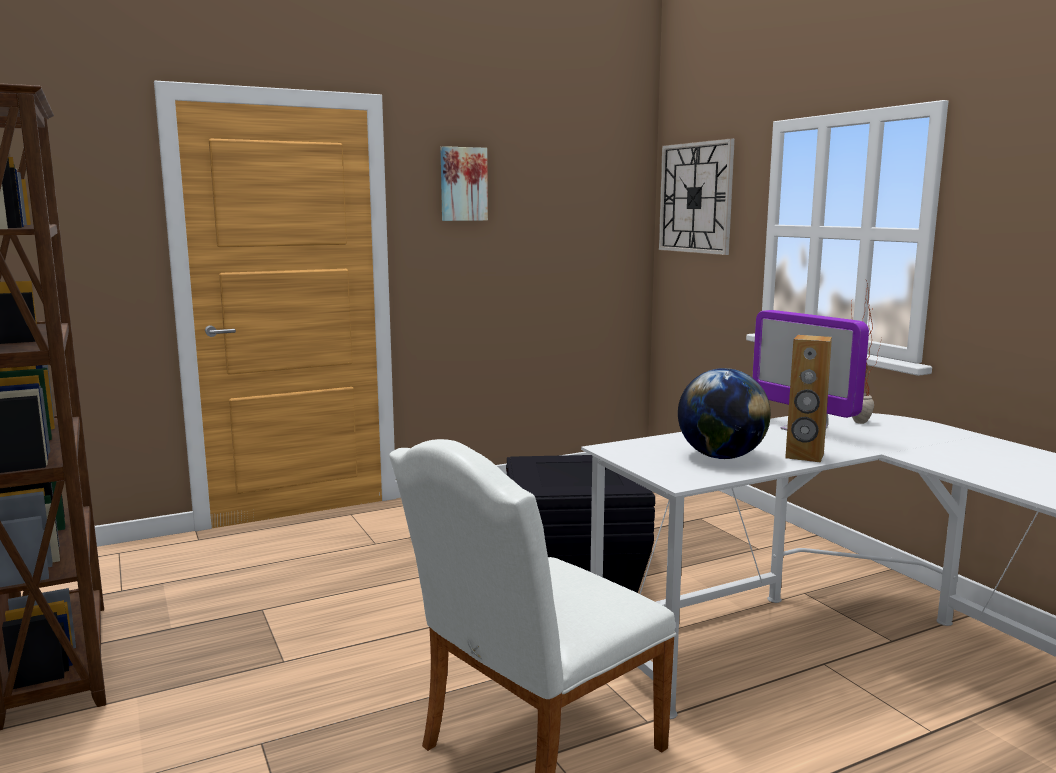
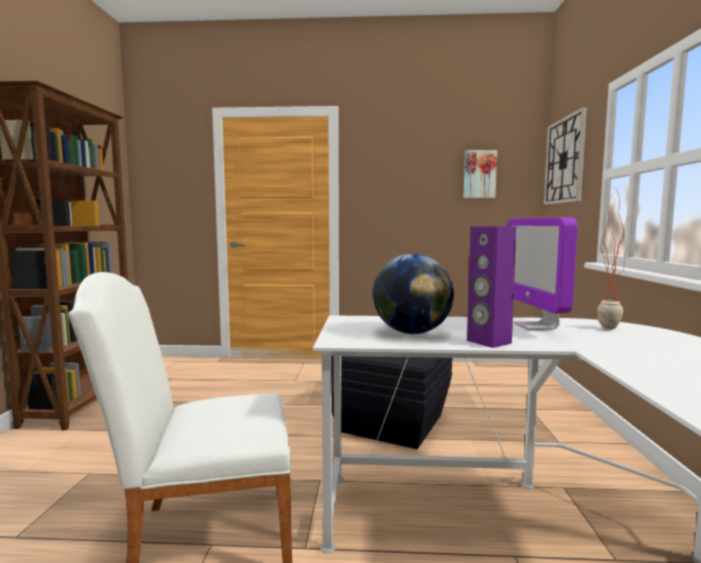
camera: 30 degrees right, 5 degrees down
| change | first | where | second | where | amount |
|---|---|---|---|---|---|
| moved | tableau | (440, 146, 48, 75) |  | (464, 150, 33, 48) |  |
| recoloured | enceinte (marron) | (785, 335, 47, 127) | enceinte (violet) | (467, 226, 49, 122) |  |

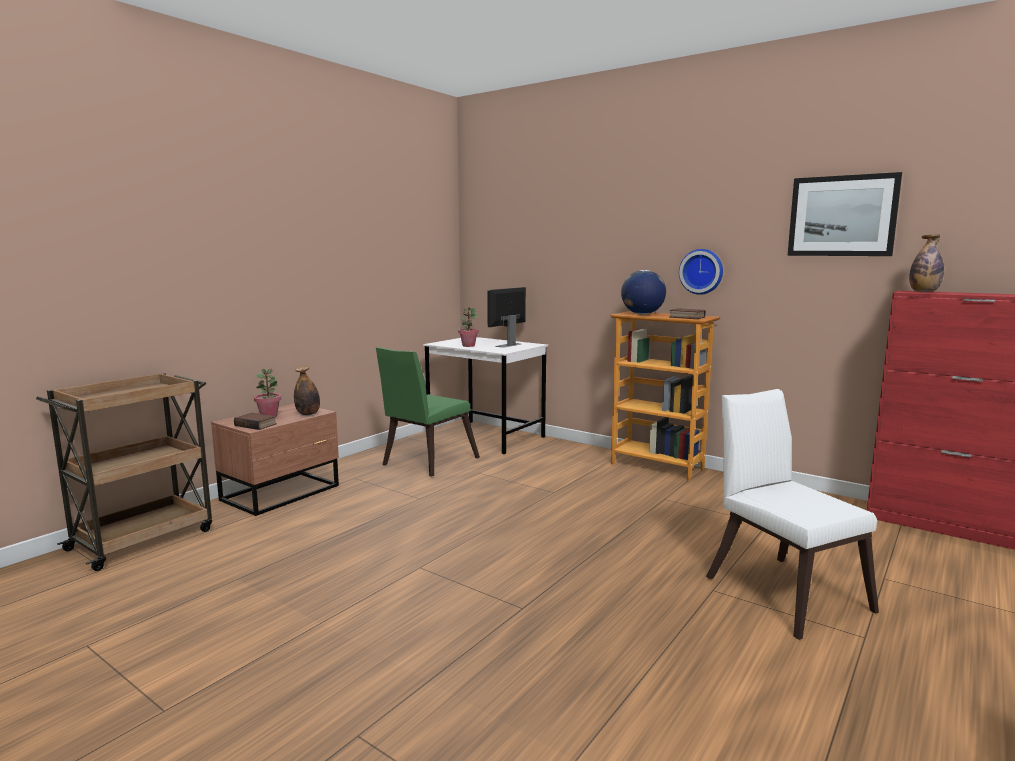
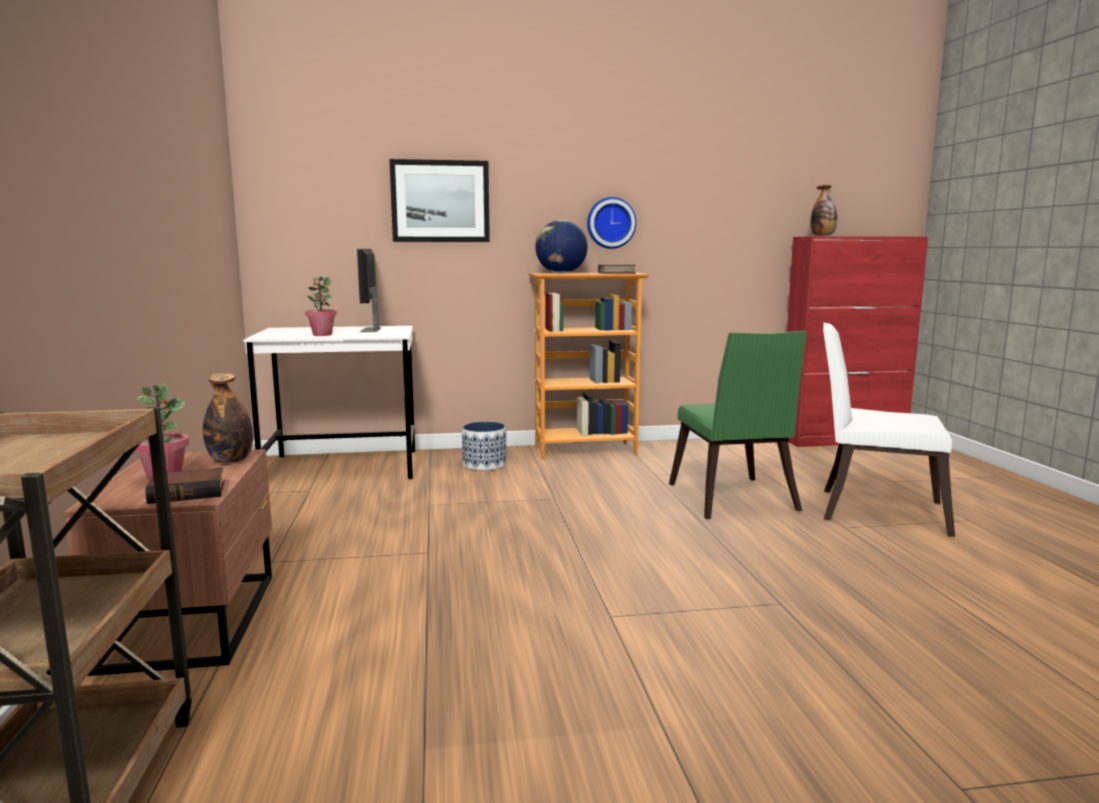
camera: 45 degrees left, 0 degrees up
| change | first | where | second | where | amount |
|---|---|---|---|---|---|
| added |  |  | cache-pot | (462, 422, 45, 49) |  |
| moved | chaise (vert) | (376, 347, 104, 130) |  | (669, 331, 138, 188) |  |
| moved | tableau | (787, 172, 115, 84) |  | (389, 159, 101, 83) |  |

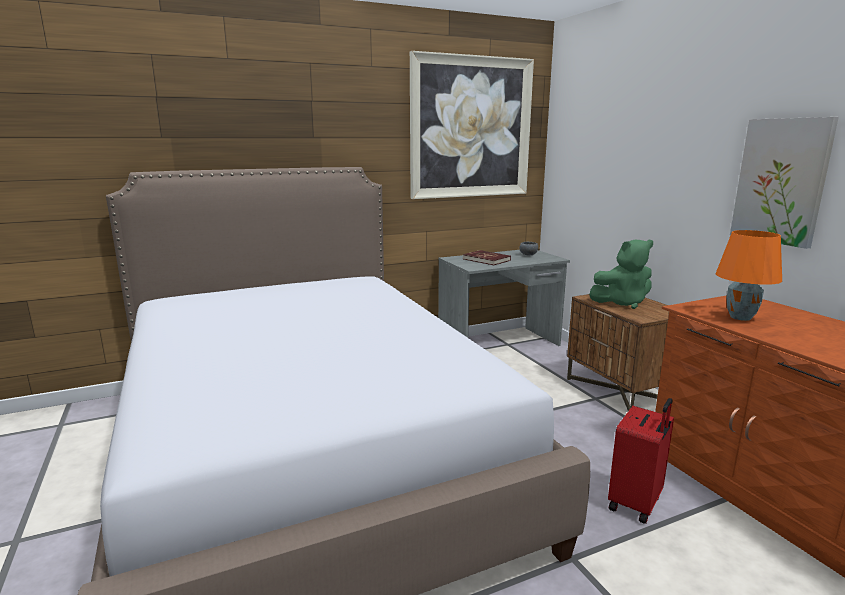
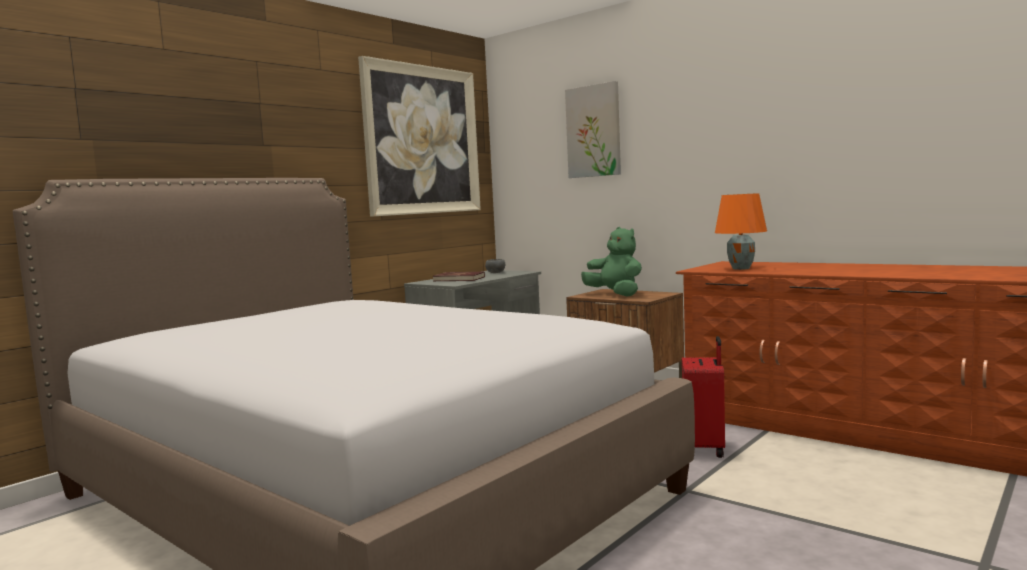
camera: 25 degrees left, 10 degrees down
| change | first | where | second | where | amount |
|---|---|---|---|---|---|
| moved | tableau | (730, 117, 109, 132) |  | (565, 81, 56, 97) |  |
| turned | peluche (vert) | (589, 240, 64, 69) |  | (581, 227, 61, 70) | 90 degrees counterclockwise |

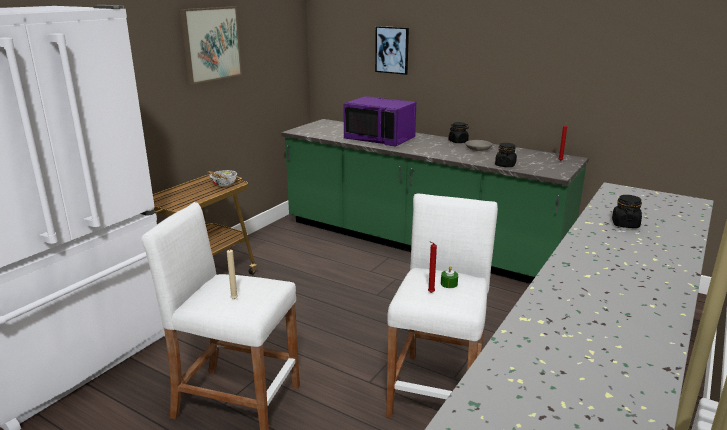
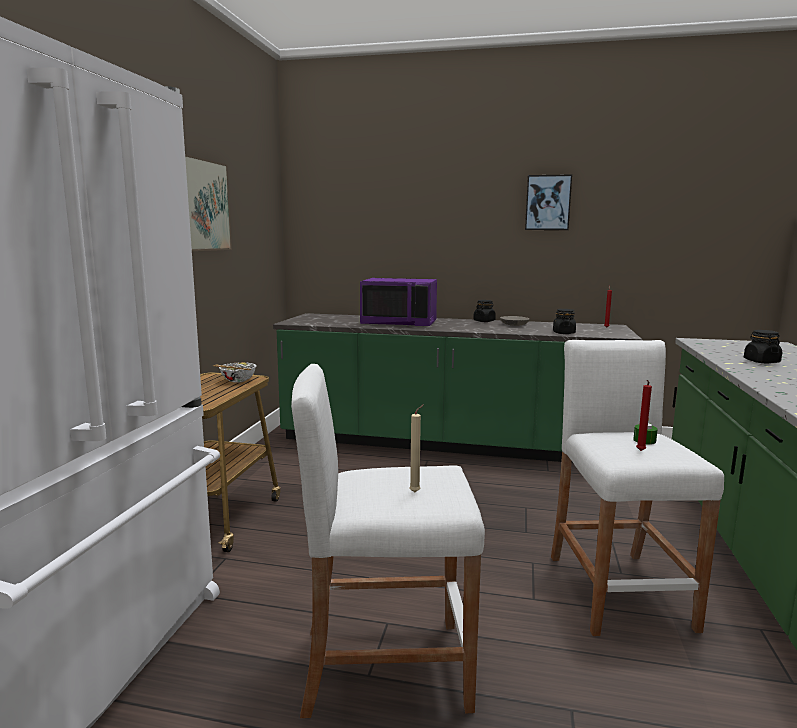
camera: 20 degrees left, 10 degrees down
| change | first | where | second | where | amount |
|---|---|---|---|---|---|
| moved | tableau | (375, 26, 34, 49) |  | (525, 174, 47, 56) |  |

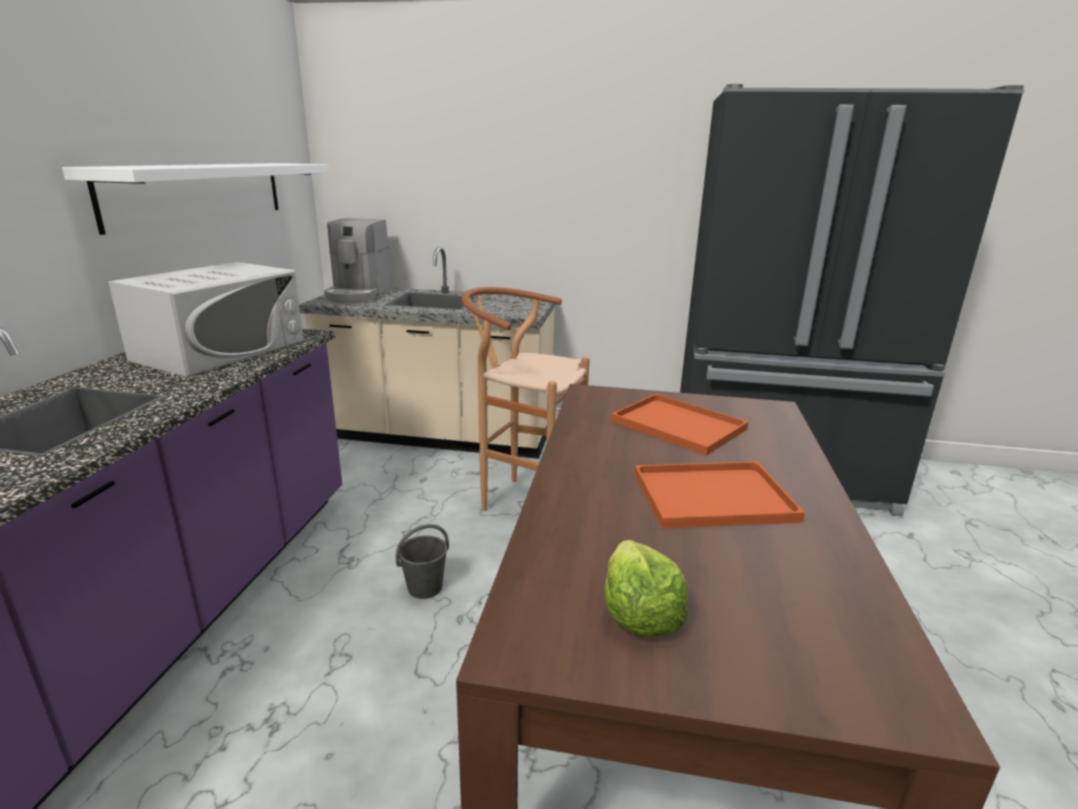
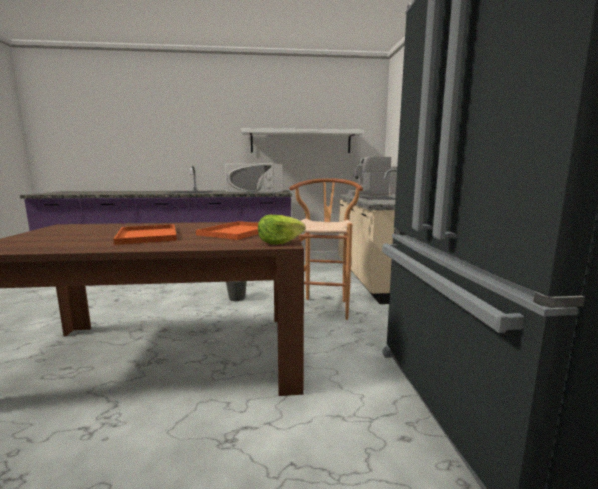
camera: 75 degrees right, 10 degrees down
| change | first | where | second | where | amount |
|---|---|---|---|---|---|
| moved | laitue | (604, 540, 84, 97) |  | (258, 215, 47, 29) |  |

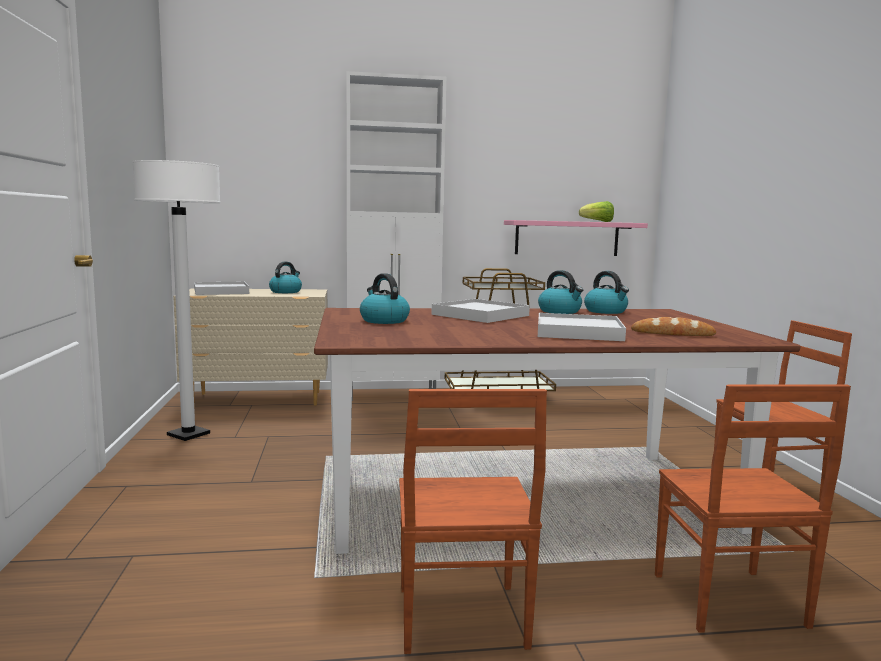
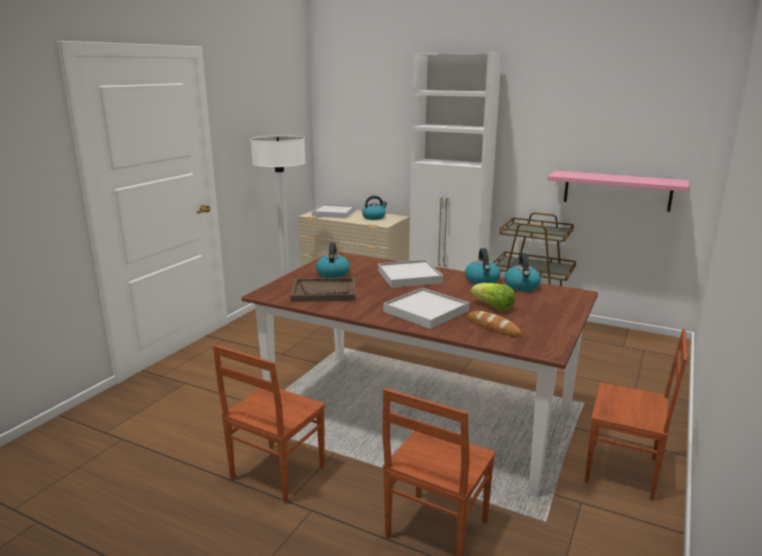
camera: 35 degrees right, 10 degrees up
| change | first | where | second | where | amount |
|---|---|---|---|---|---|
| added |  |  | plateau (marron) | (290, 278, 66, 24) |  |
| moved | laitue | (579, 201, 35, 21) |  | (470, 283, 45, 29) |  |

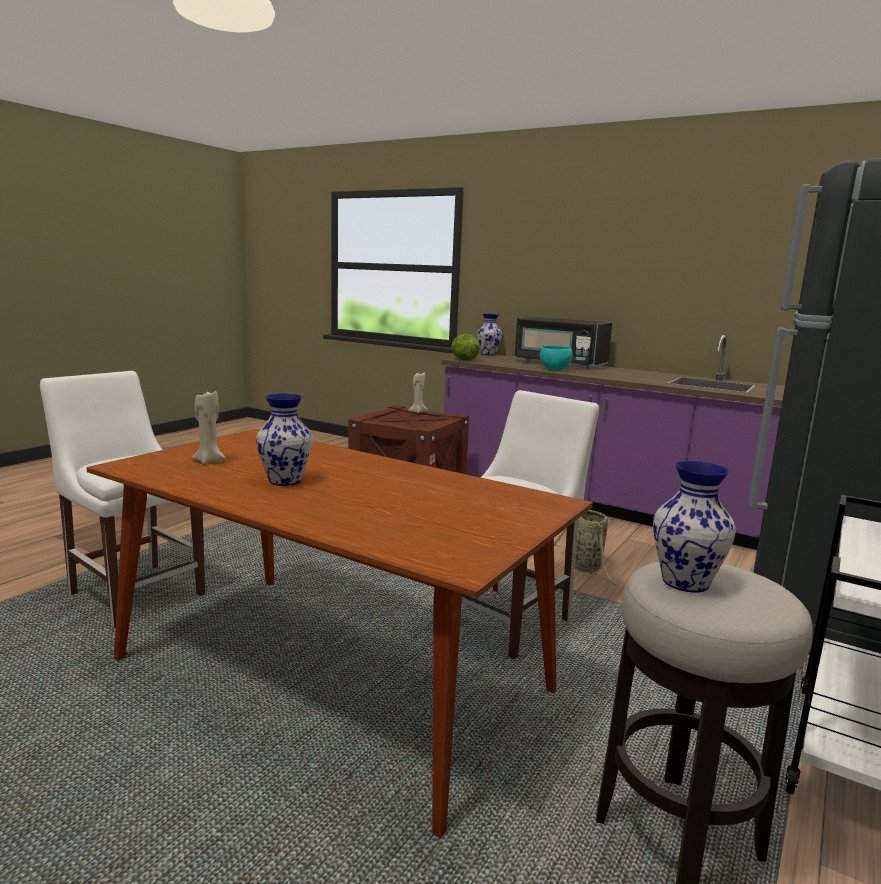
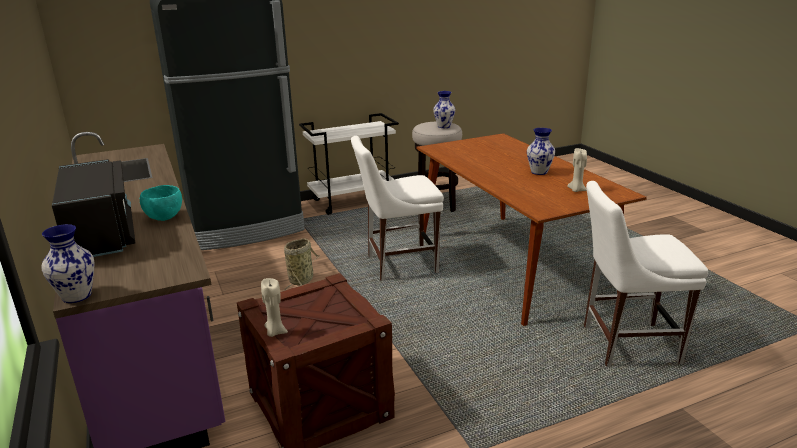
camera: 145 degrees left, 10 degrees up
| change | first | where | second | where | amount |
|---|---|---|---|---|---|
| removed | laitue | (451, 334, 29, 26) |  |  |  |
| turned | chaise (blanc) | (40, 371, 165, 257) |  | (584, 181, 124, 186) | 105 degrees clockwise |

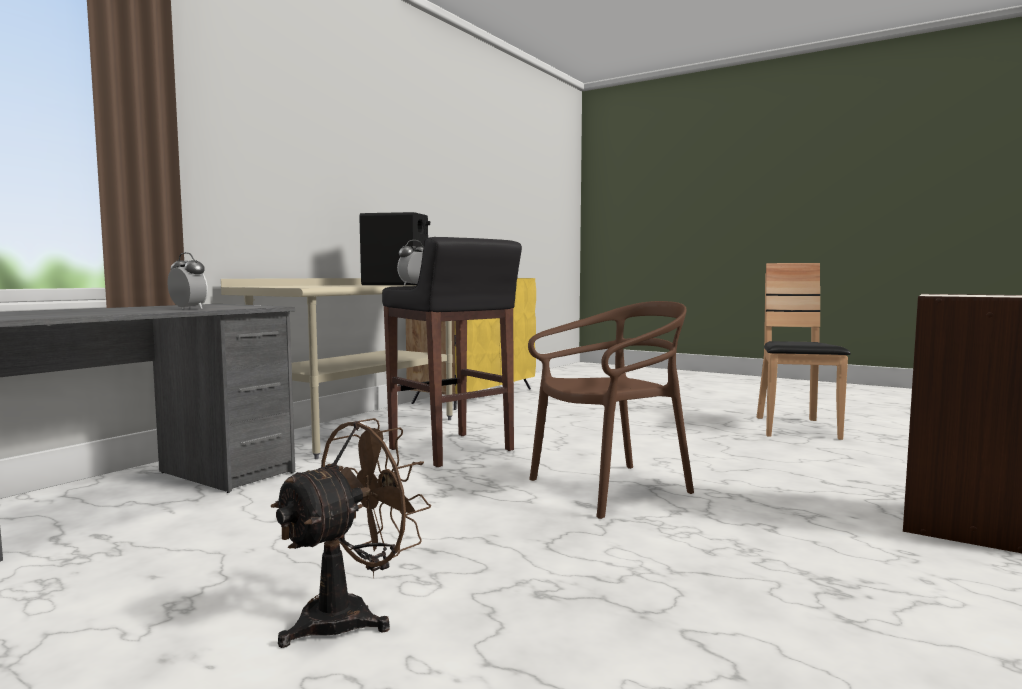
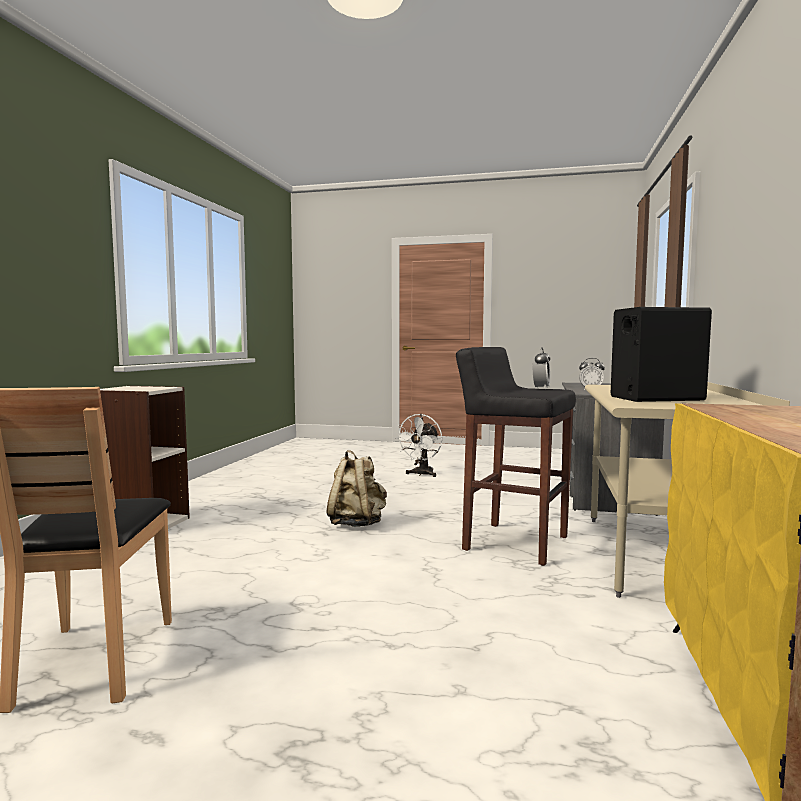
camera: 160 degrees right, 0 degrees up
| change | first | where | second | where | amount |
|---|---|---|---|---|---|
| replaced | chaise (marron) | (528, 301, 166, 218) | sac à dos (beige) | (326, 450, 61, 77) |  |
| recoloured | ventilateur (marron) | (270, 418, 161, 230) | ventilateur (blanc) | (395, 414, 47, 63) |  |

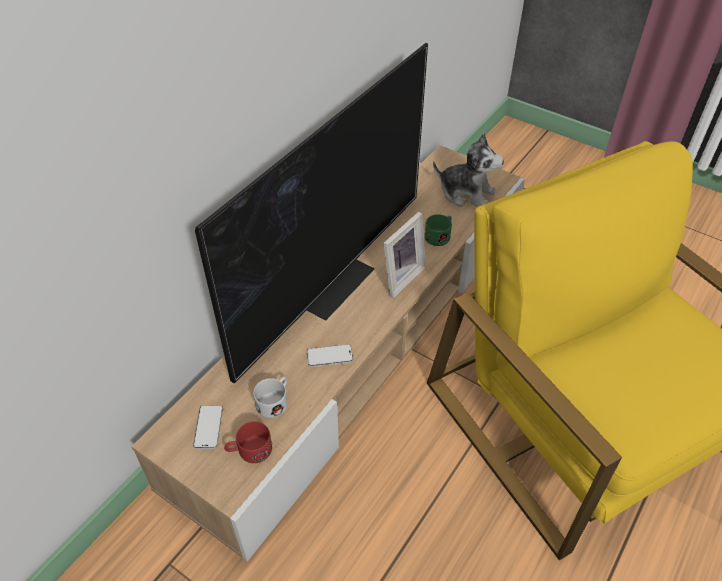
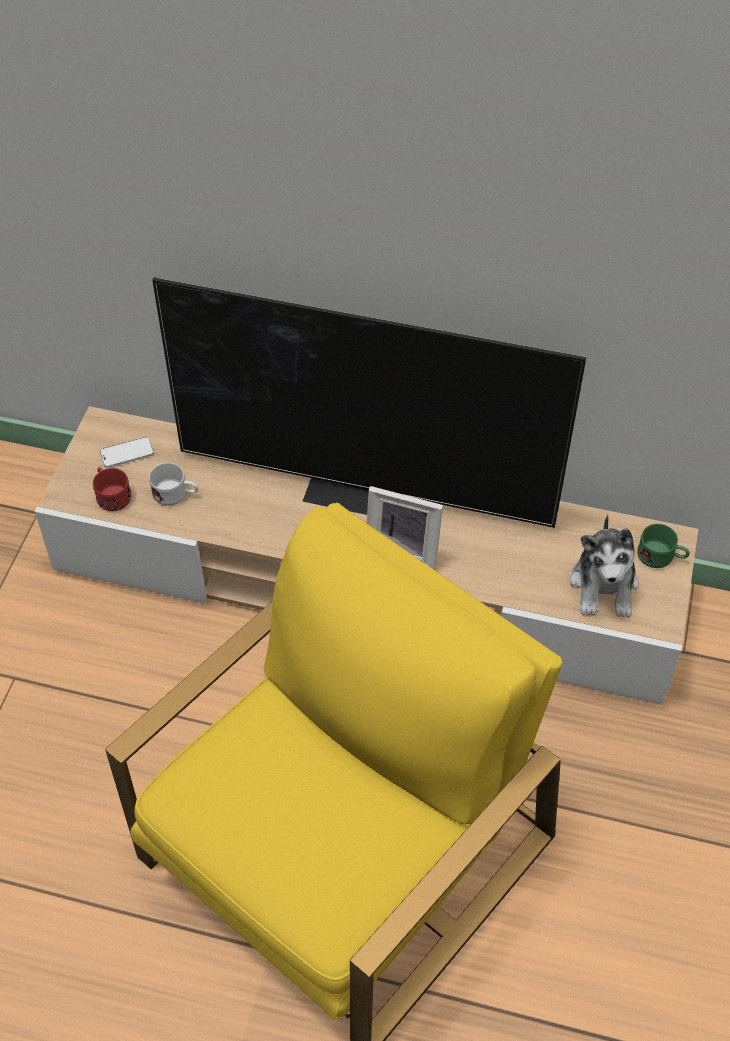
camera: 70 degrees right, 5 degrees up
| change | first | where | second | where | amount |
|---|---|---|---|---|---|
| removed | téléphone | (307, 344, 46, 23) |  |  |  |
| moved | mug (vert) | (424, 214, 28, 32) |  | (637, 524, 53, 44) |  |

